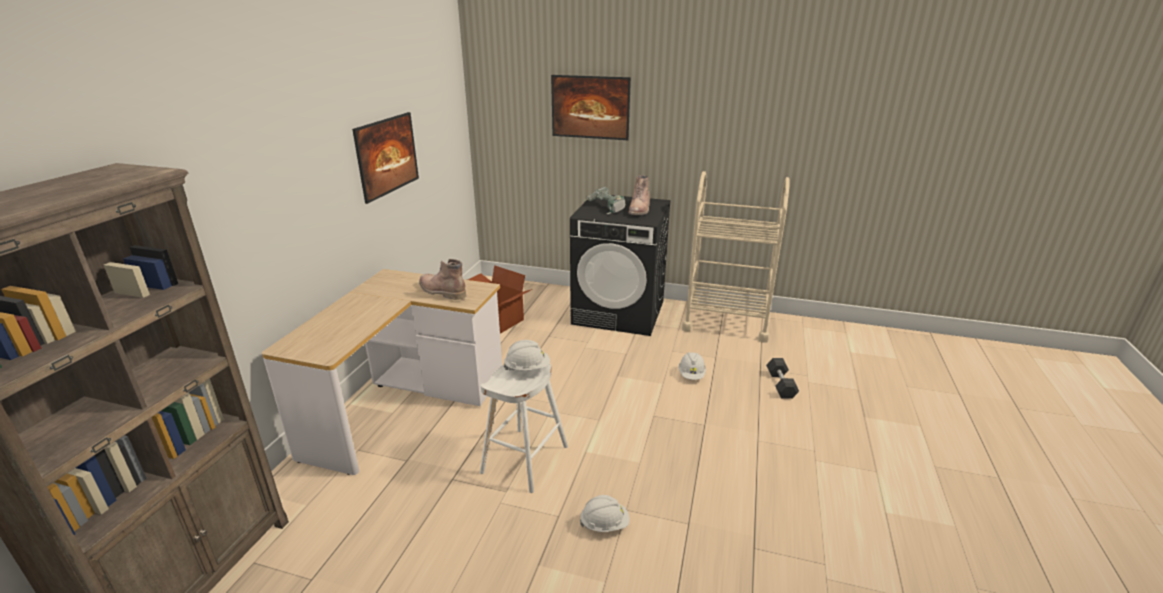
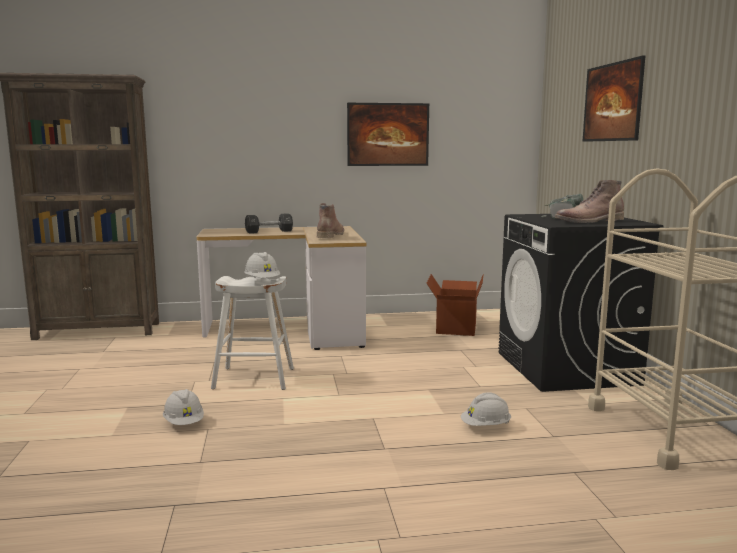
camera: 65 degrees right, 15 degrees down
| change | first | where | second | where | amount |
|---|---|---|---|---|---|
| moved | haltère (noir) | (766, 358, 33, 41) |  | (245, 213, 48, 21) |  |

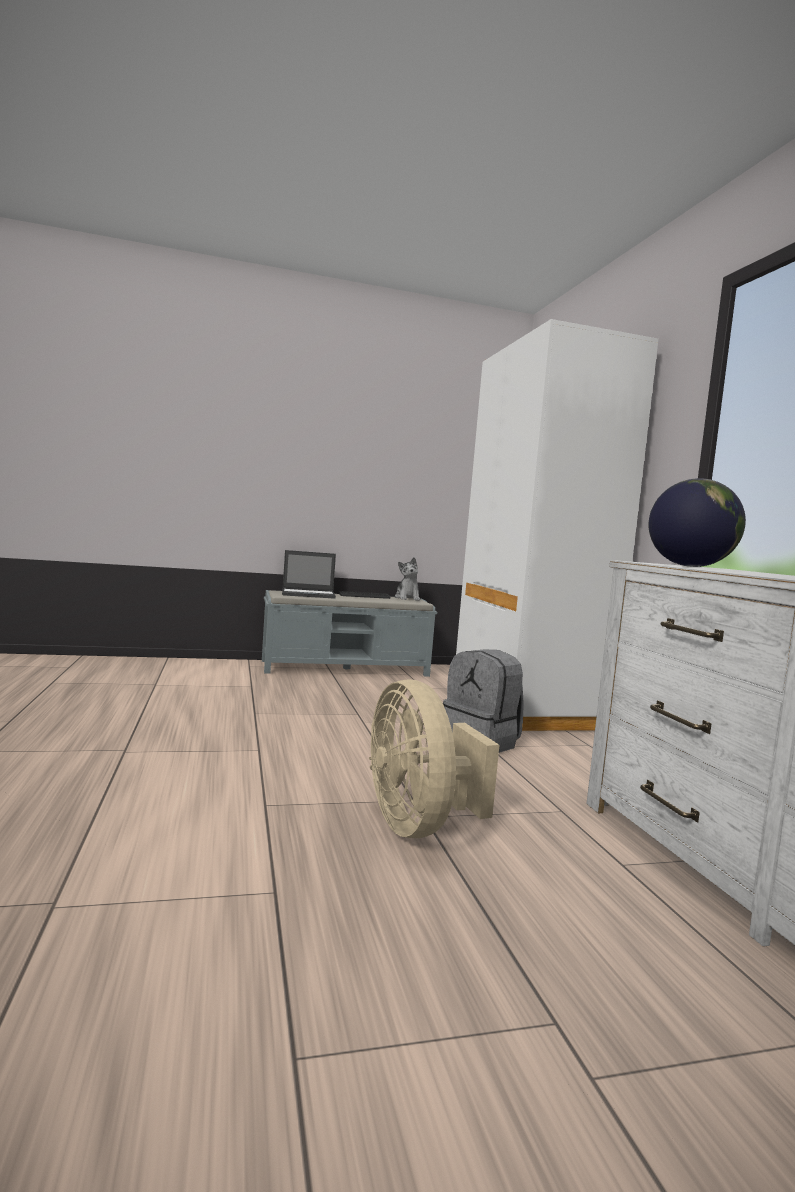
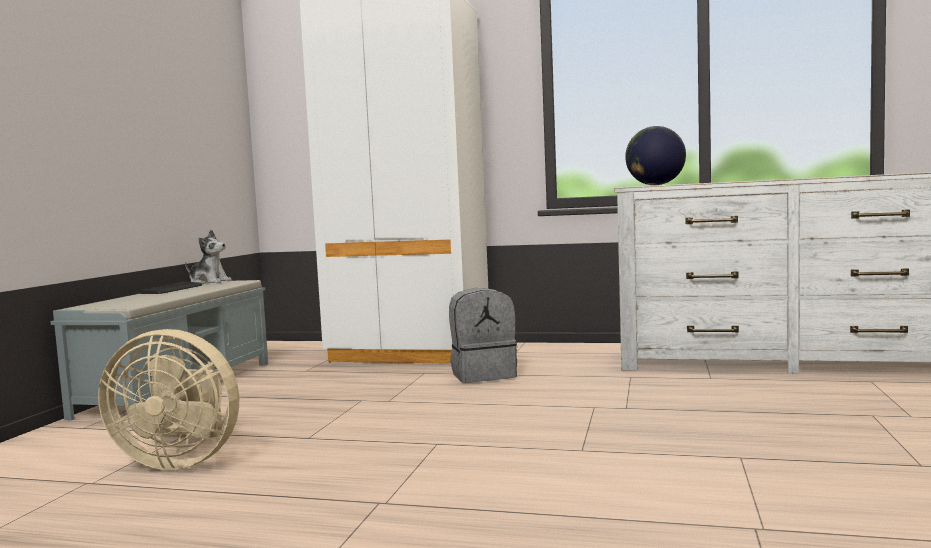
camera: 60 degrees left, 0 degrees up
| change | first | where | second | where | amount |
|---|---|---|---|---|---|
| removed | ordinateur portable | (282, 550, 54, 49) |  |  |  |
| moved | ventilateur (beige) | (369, 679, 130, 159) |  | (98, 329, 141, 141) |  |

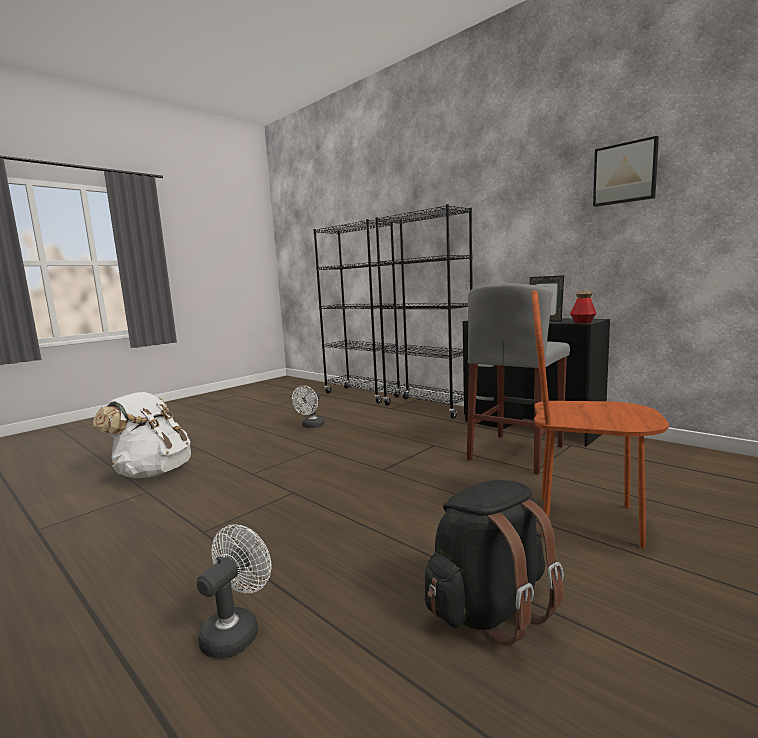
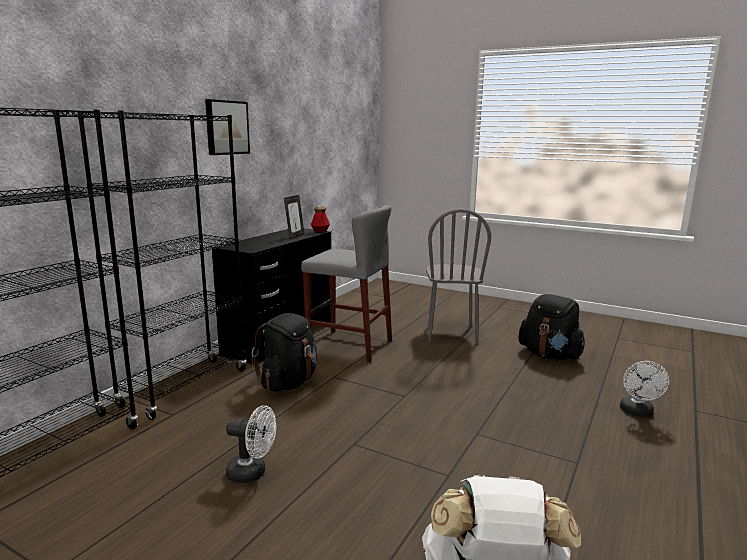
camera: 105 degrees left, 5 degrees up
| change | first | where | second | where | amount |
|---|---|---|---|---|---|
| added |  |  | sac à dos (noir) | (251, 313, 66, 79) |  |
| moved | tableau | (593, 136, 66, 71) |  | (205, 99, 45, 56) |  |
| recoloured | chaise (marron) | (531, 291, 138, 257) | chaise (gris) | (426, 209, 65, 135) |  |
| turned | ventilateur (blanc) | (197, 524, 74, 134) |  | (620, 361, 49, 56) | 90 degrees counterclockwise |

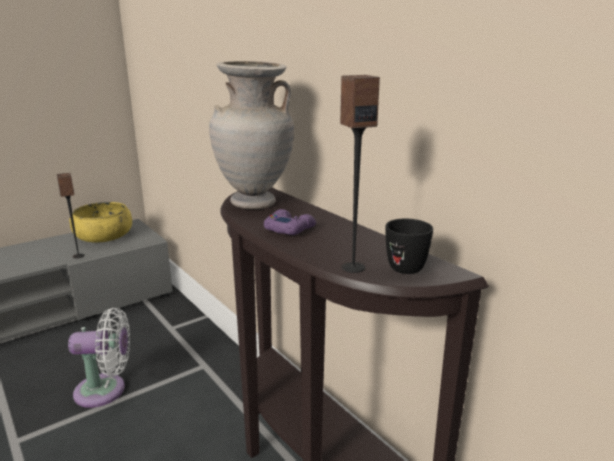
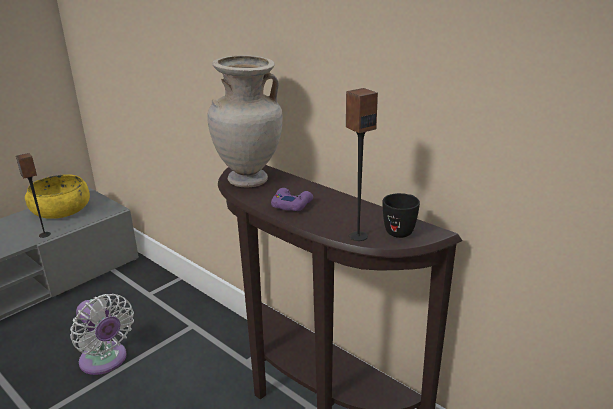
camera: 10 degrees left, 5 degrees up
| change | first | where | second | where | amount |
|---|---|---|---|---|---|
| turned | ventilateur (blanc) | (68, 308, 62, 100) |  | (70, 294, 64, 81) | 60 degrees clockwise |

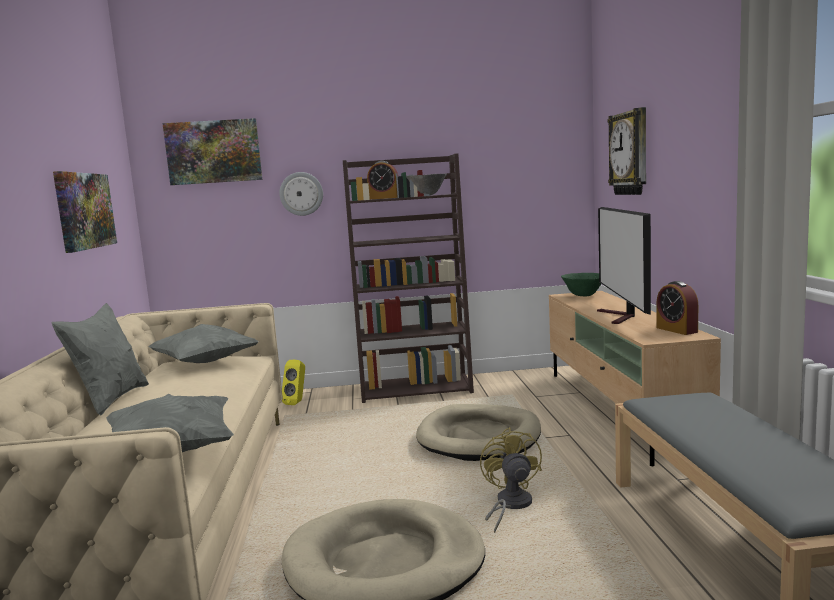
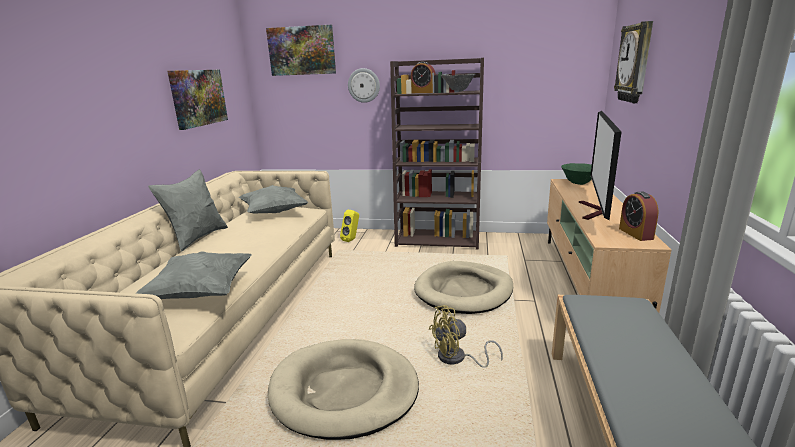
camera: 15 degrees right, 10 degrees up
| change | first | where | second | where | amount |
|---|---|---|---|---|---|
| turned | ventilateur (jaune) | (480, 427, 62, 106) |  | (429, 305, 74, 63) | 120 degrees counterclockwise |

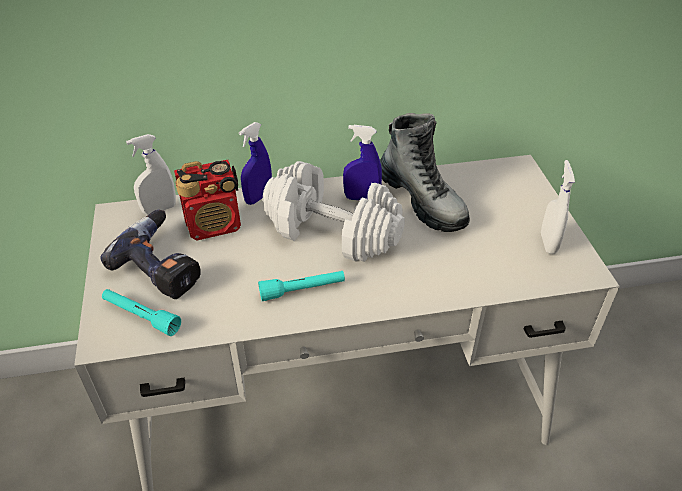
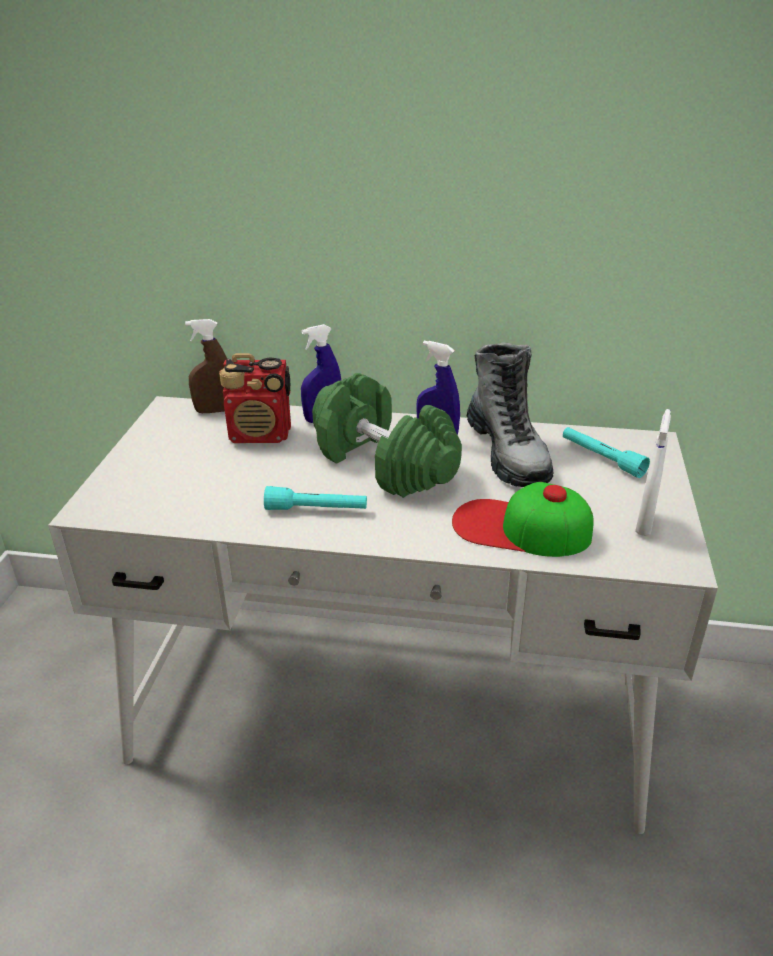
camera: 20 degrees right, 10 degrees down
| change | first | where | second | where | amount |
|---|---|---|---|---|---|
| removed | perceuse | (100, 210, 101, 89) |  |  |  |
| added |  |  | casquette | (452, 482, 142, 75) |  |
| moved | lampe de poche (turquoise) | (102, 289, 79, 47) |  | (563, 427, 87, 51) |  |
| recoloured | vaporisateur (blanc) | (126, 134, 50, 81) | vaporisateur (marron) | (185, 319, 42, 94) |  |
| recoloured | haltère (blanc) | (263, 161, 142, 101) | haltère (vert) | (312, 373, 150, 125) |  |

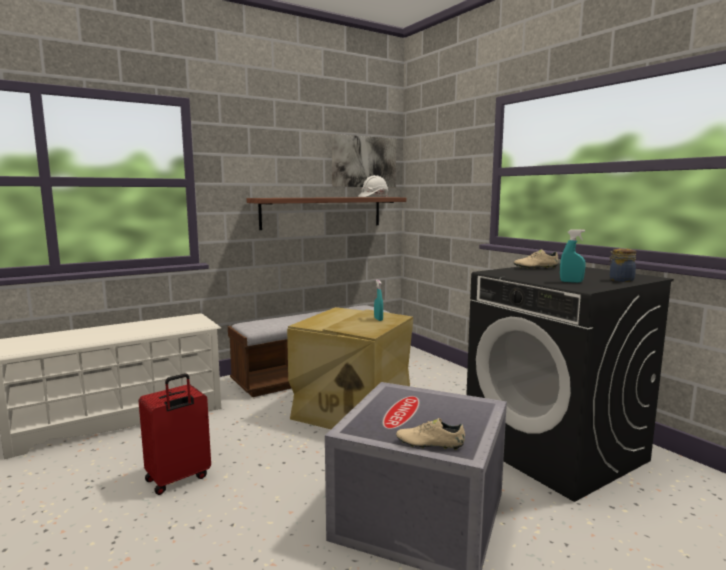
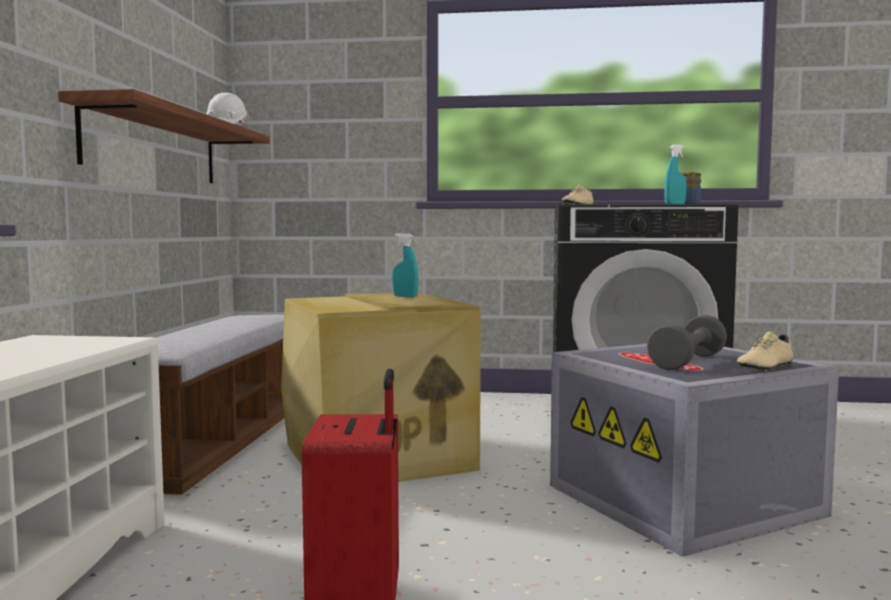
camera: 50 degrees left, 5 degrees down
| change | first | where | second | where | amount |
|---|---|---|---|---|---|
| removed | tableau | (332, 134, 64, 53) |  |  |  |
| added |  |  | haltère (gris) | (647, 315, 80, 55) |  |

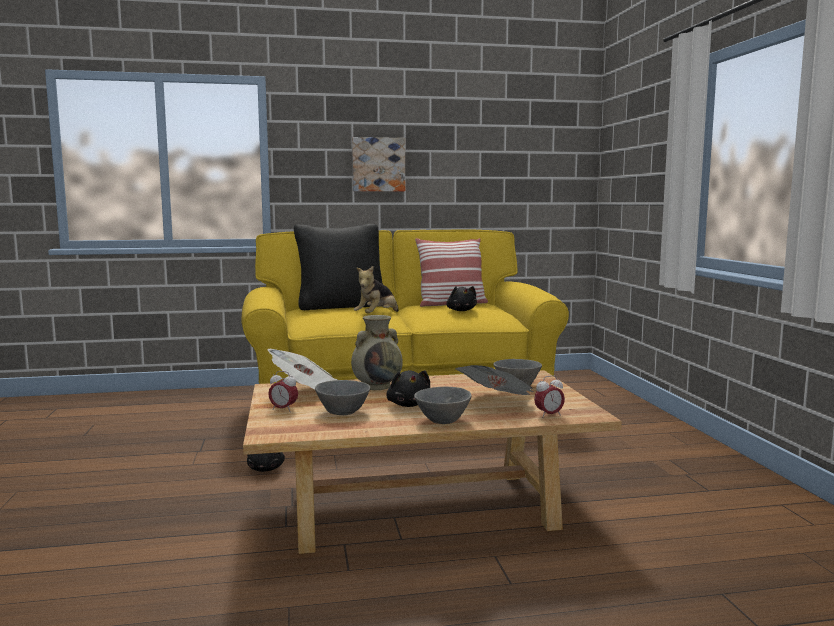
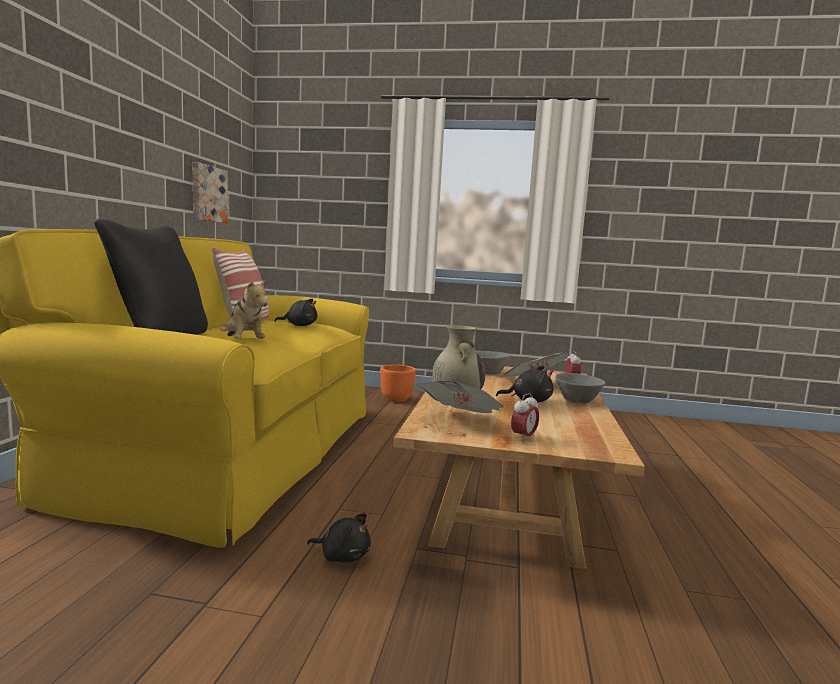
camera: 70 degrees left, 0 degrees up
| change | first | where | second | where | amount |
|---|---|---|---|---|---|
| removed | bol (gris) | (315, 380, 55, 35) |  |  |  |
| added |  |  | cache-pot (orange) | (381, 365, 35, 37) |  |
| moved | tableau | (352, 137, 53, 55) |  | (192, 162, 36, 61) |  |

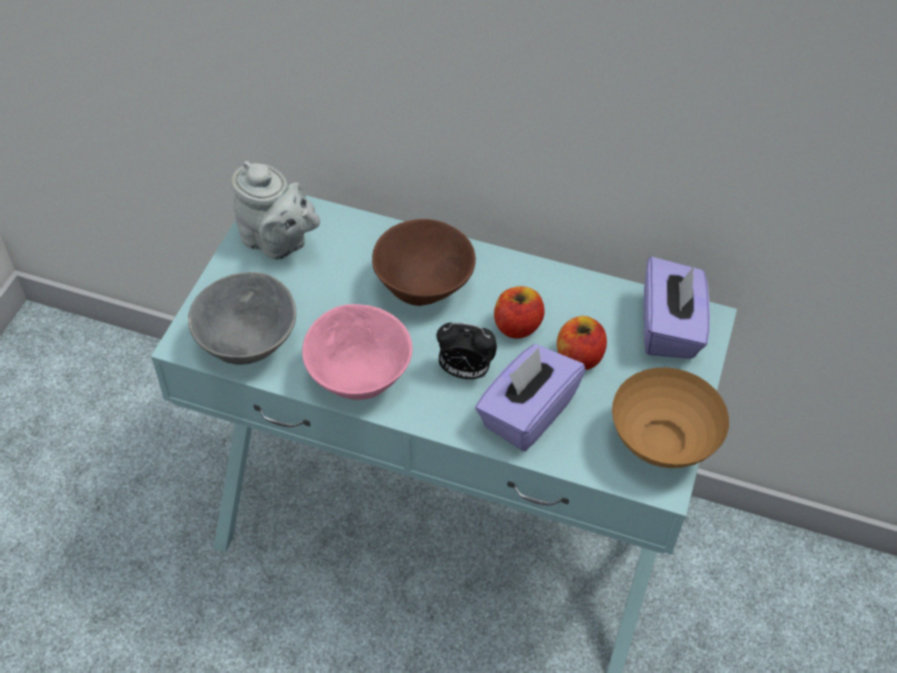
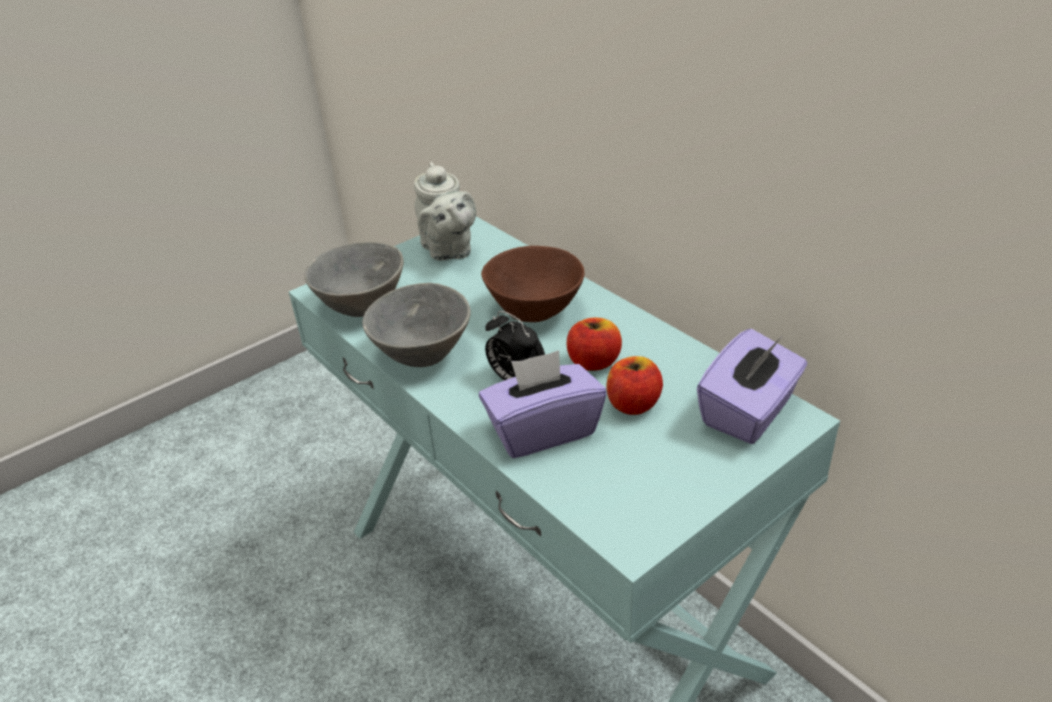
camera: 35 degrees right, 15 degrees down
| change | first | where | second | where | amount |
|---|---|---|---|---|---|
| removed | bol (marron) | (612, 367, 117, 101) |  |  |  |
| recoloured | bol (rose) | (302, 304, 110, 96) | bol (gris) | (362, 283, 109, 84) |  |

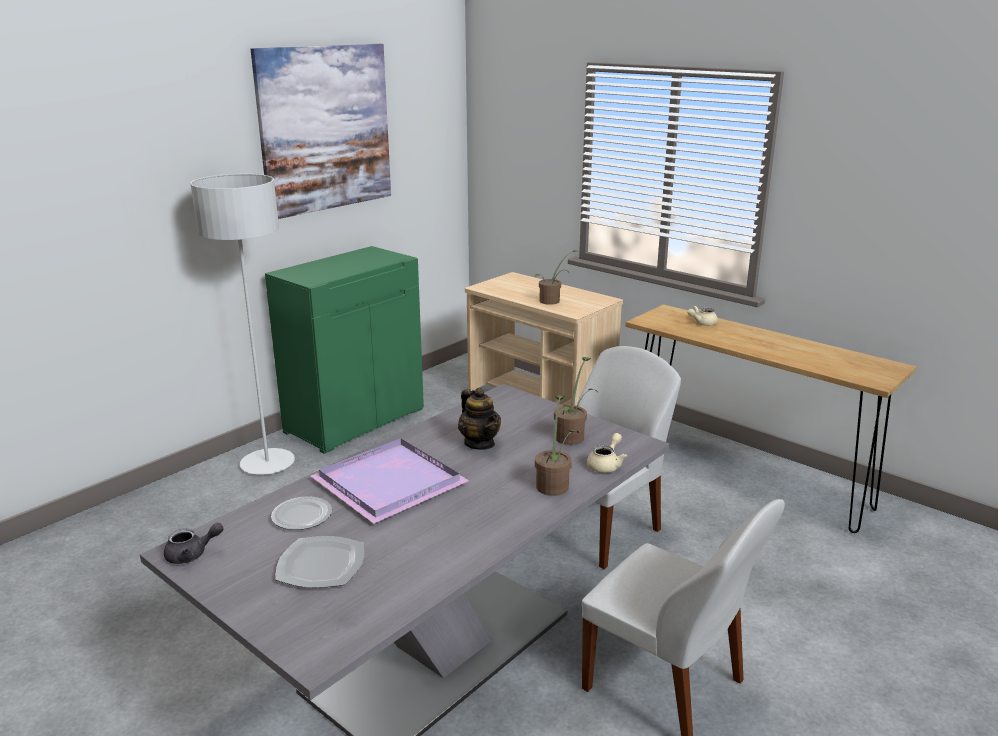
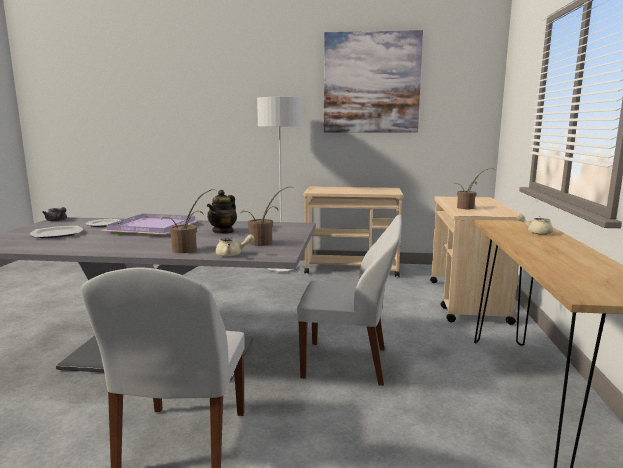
camera: 55 degrees right, 10 degrees down
| change | first | where | second | where | amount |
|---|---|---|---|---|---|
| replaced | meuble de rangement (vert) | (265, 246, 159, 208) | chariot (beige) | (304, 187, 99, 90) |  |

